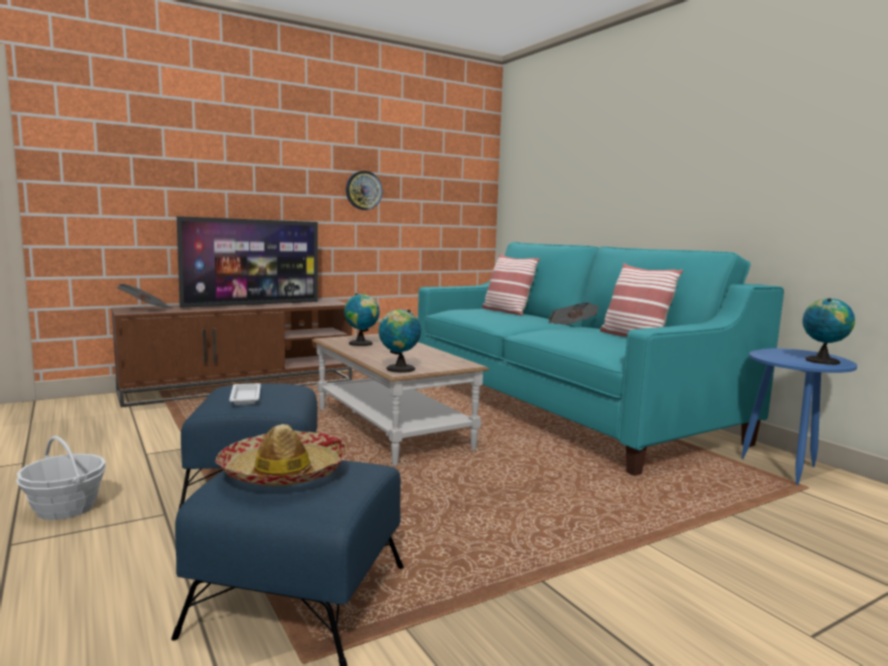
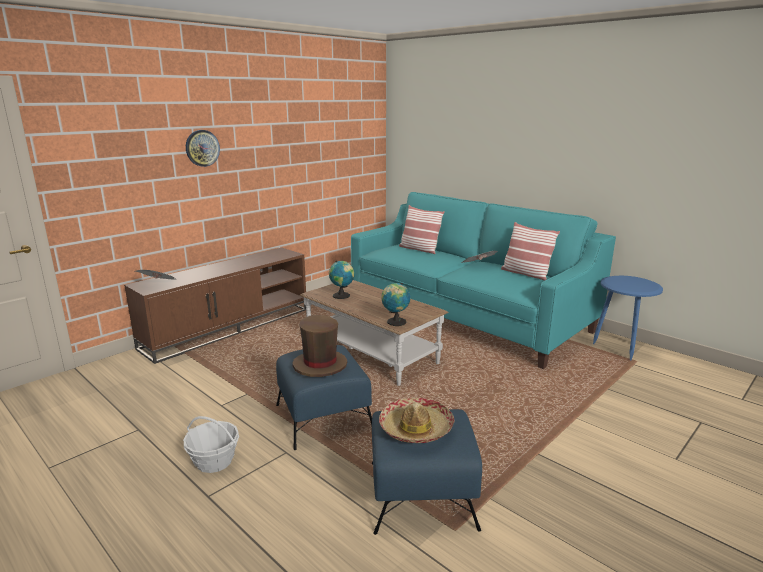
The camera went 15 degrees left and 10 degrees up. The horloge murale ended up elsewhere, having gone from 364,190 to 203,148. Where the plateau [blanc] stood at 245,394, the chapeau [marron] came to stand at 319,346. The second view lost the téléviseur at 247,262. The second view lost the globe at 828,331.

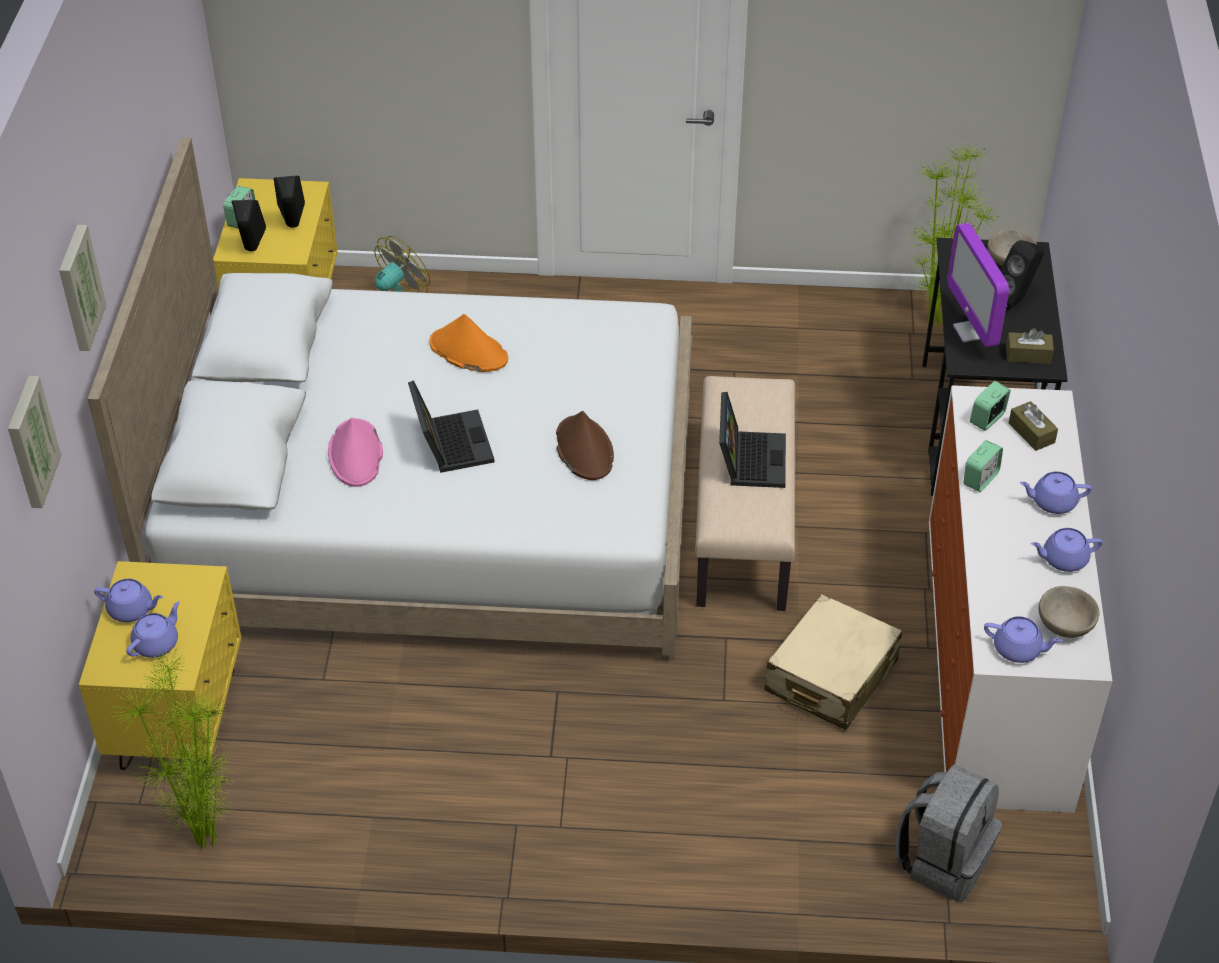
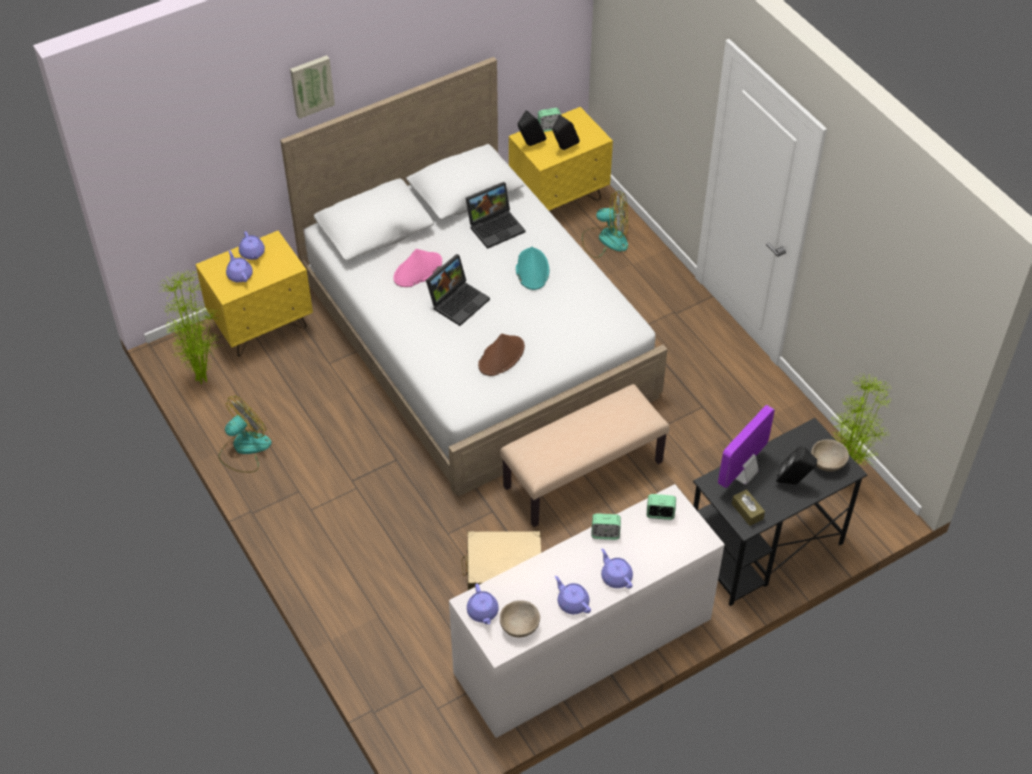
The camera went 55 degrees right and 5 degrees up. The second view gained the ventilateur at 245,434. The théière [violet] at 153,629 ended up facing another way, 120 degrees counterclockwise from before. The ordinateur portable ended up elsewhere, having gone from 752,440 to 495,215. What was the chapeau [orange] at 469,343 turned into the chapeau [turquoise] at 533,268. The second view lost the tableau at 35,442. The second view lost the sac à dos [gris] at 948,833. The second view lost the boîte à mouchoirs [marron] at 1033,426.

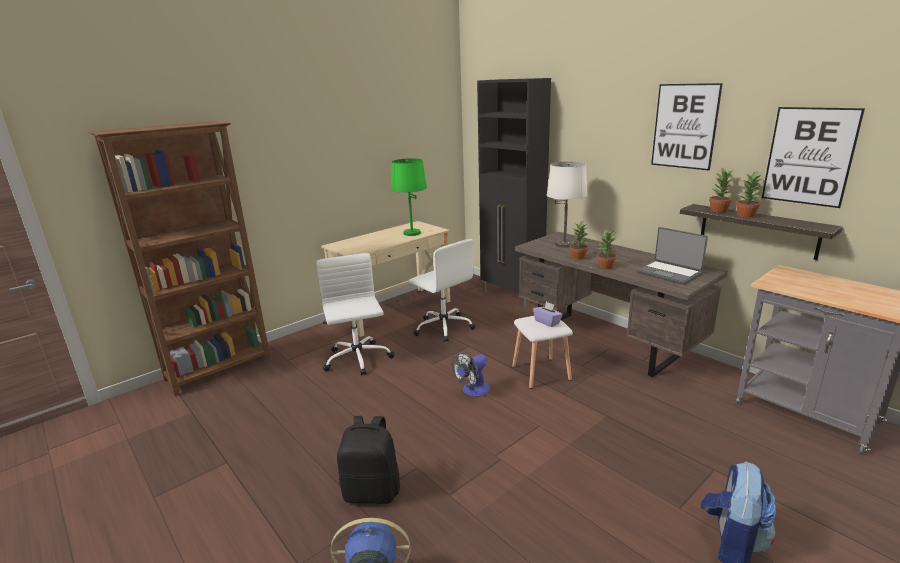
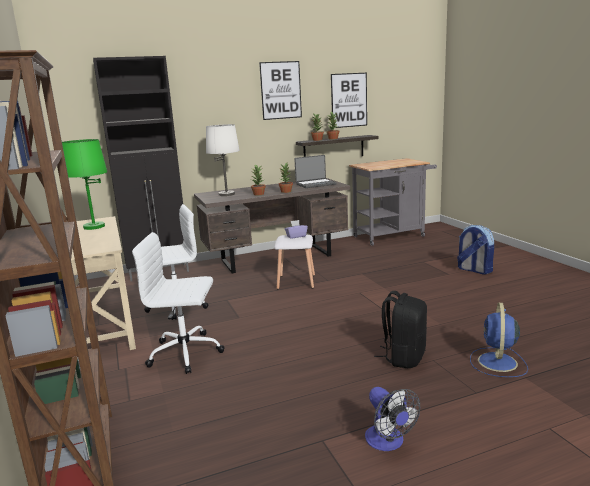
The camera went 70 degrees left and 5 degrees down. The ventilateur ended up elsewhere, having gone from 470,374 to 392,419.

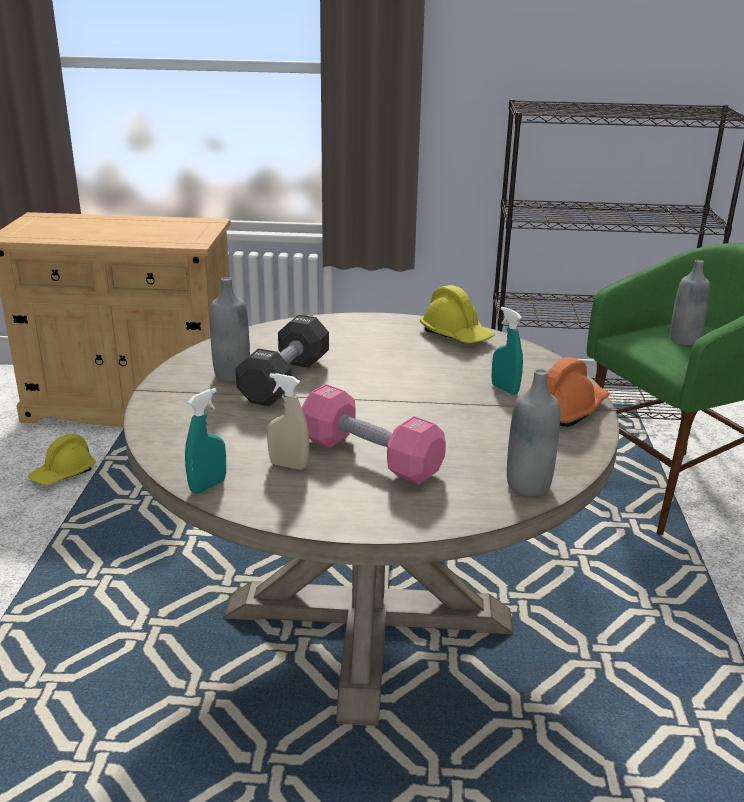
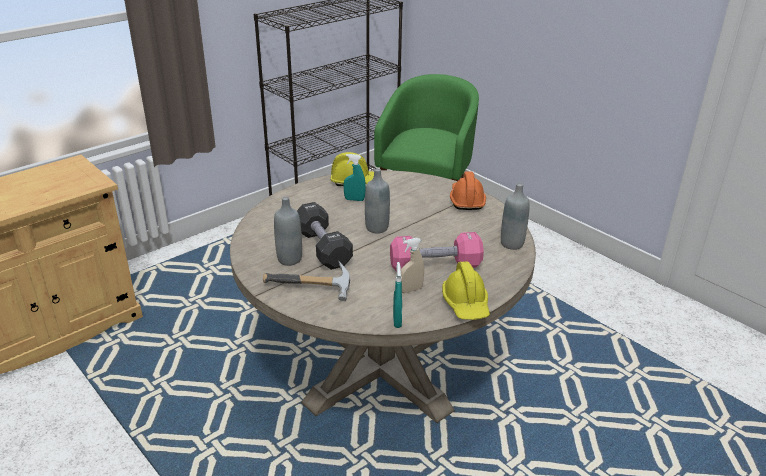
The camera went 45 degrees left and 5 degrees up. The second view gained the marteau at 306,281. The vaporisateur [turquoise] ended up elsewhere, having gone from 507,351 to 354,177. The bouteille [gris] ended up elsewhere, having gone from 690,302 to 377,201. The casque de chantier [jaune] ended up elsewhere, having gone from 62,459 to 466,290.

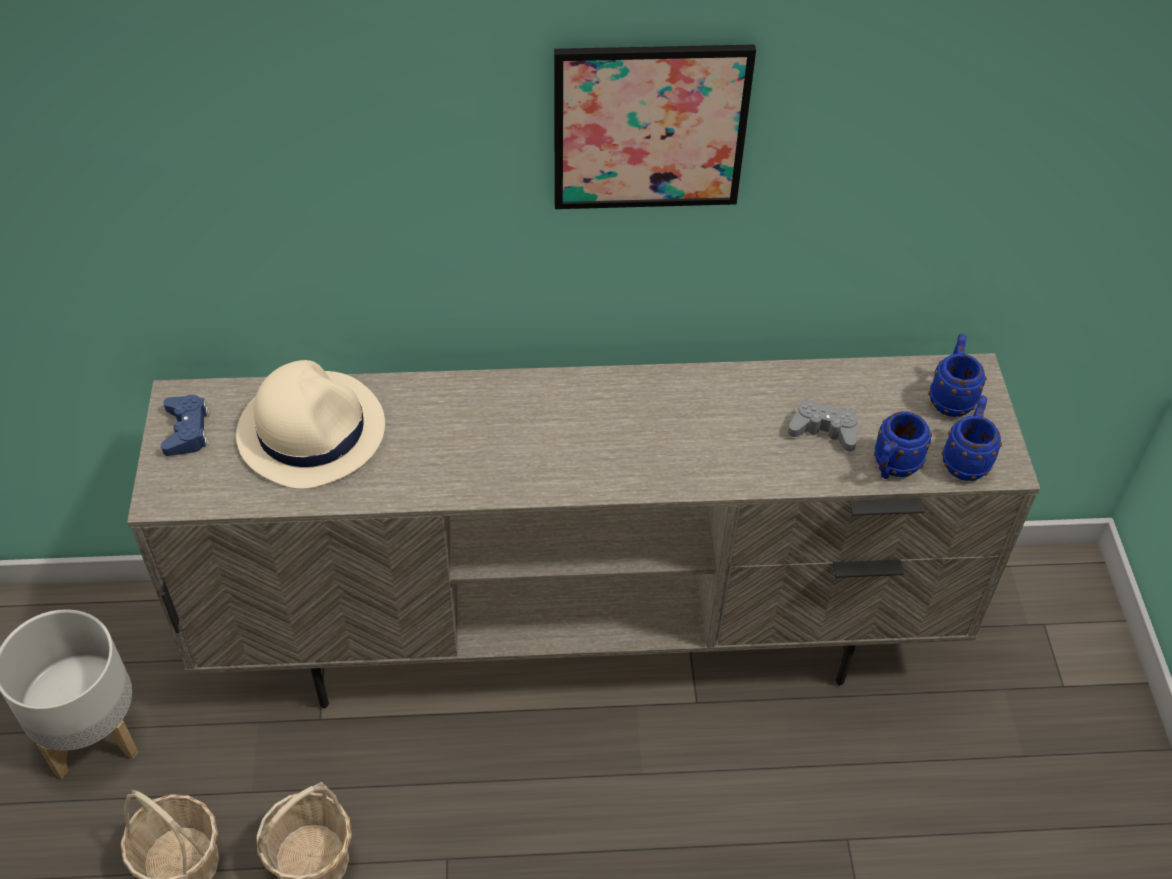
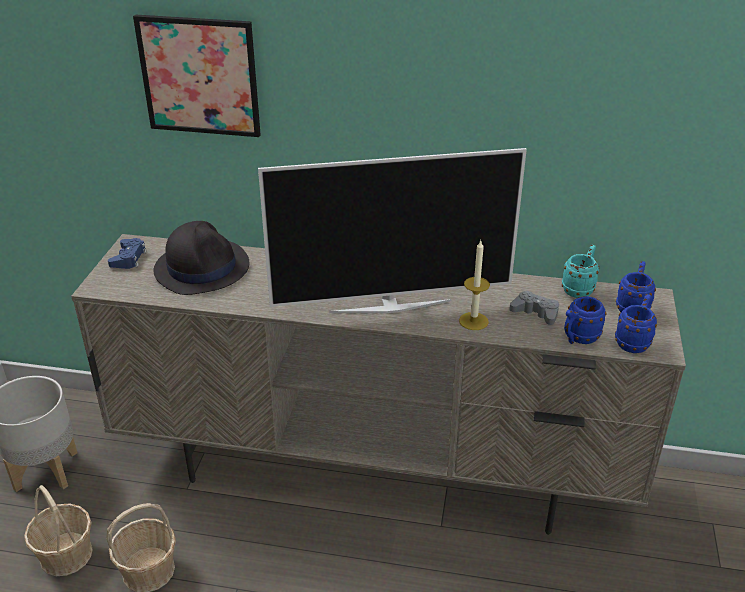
The camera went 15 degrees right and 15 degrees down. The tableau ended up elsewhere, having gone from 655,127 to 197,76. What was the chapeau [beige] at 310,424 turned into the chapeau [noir] at 201,258. The second view gained the téléviseur at 392,230. The second view gained the bougie at 474,285. The second view gained the mug [turquoise] at 580,271.

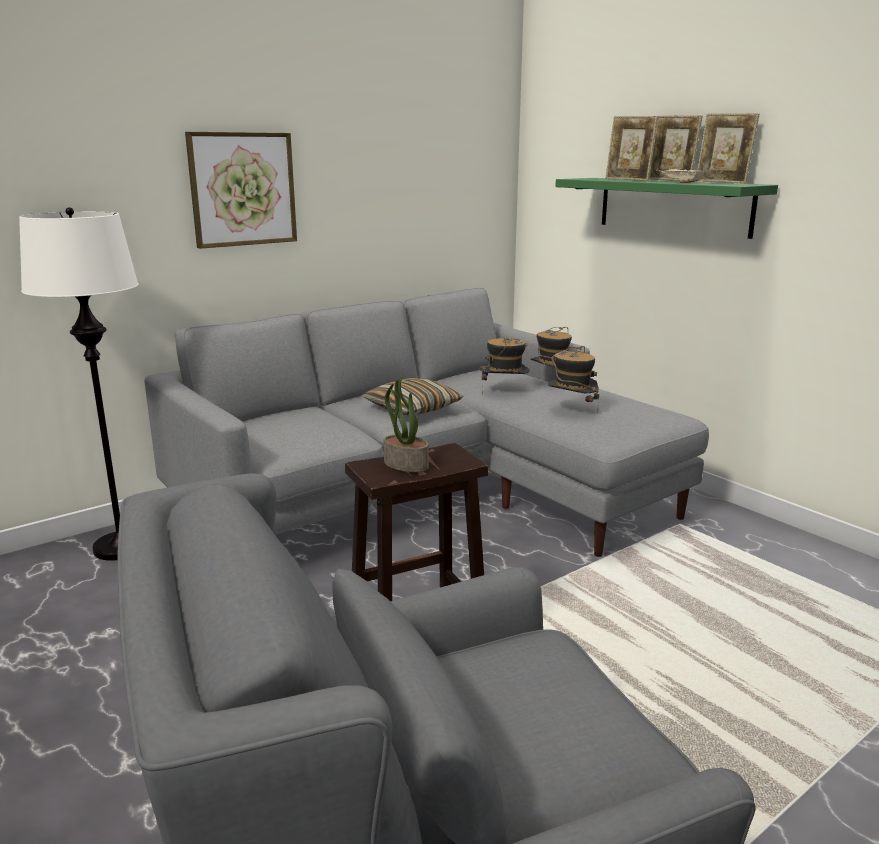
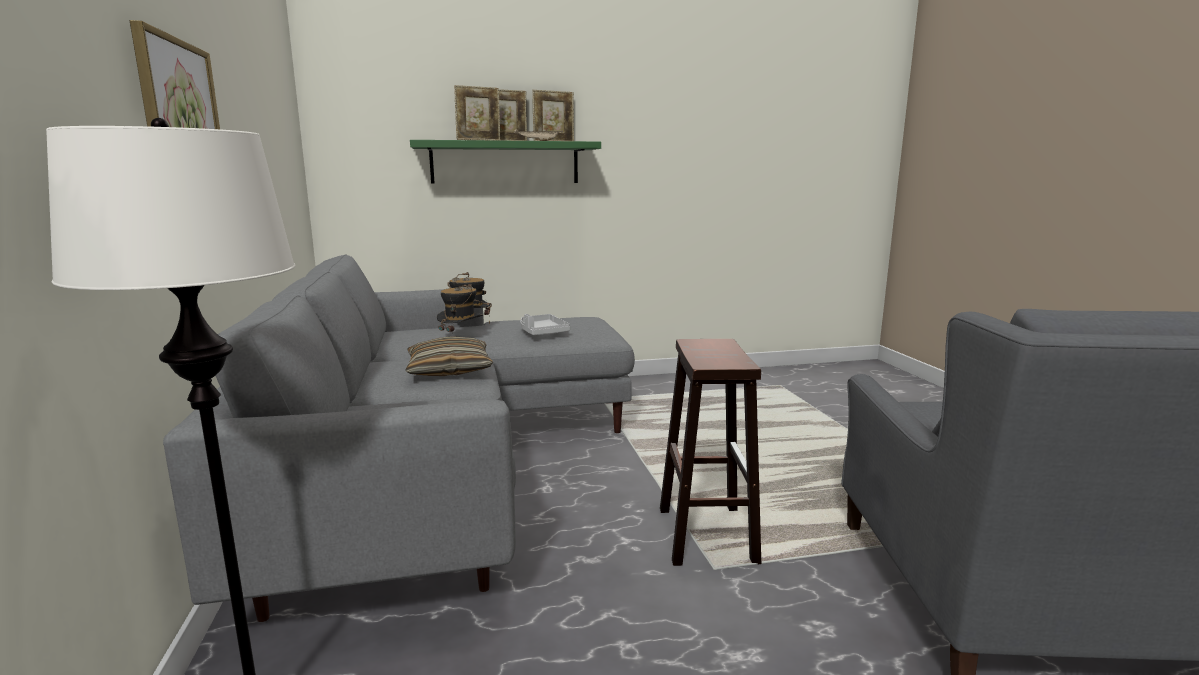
The camera went 65 degrees left and 5 degrees down. Where the chapeau stood at 573,379, the plateau [gris] came to stand at 545,324. The second view lost the plante en pot at 406,423.

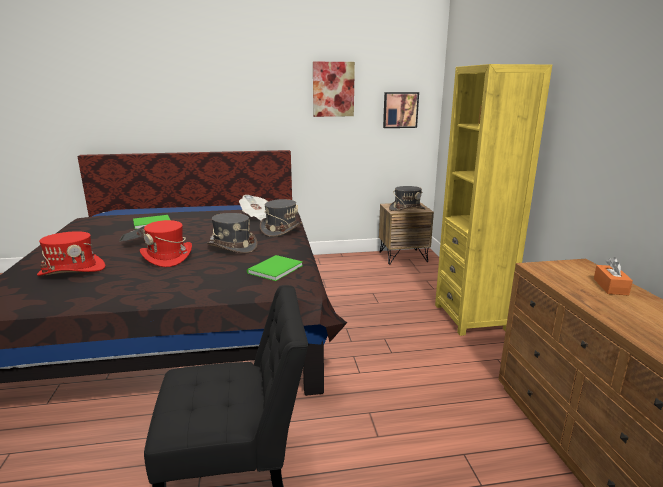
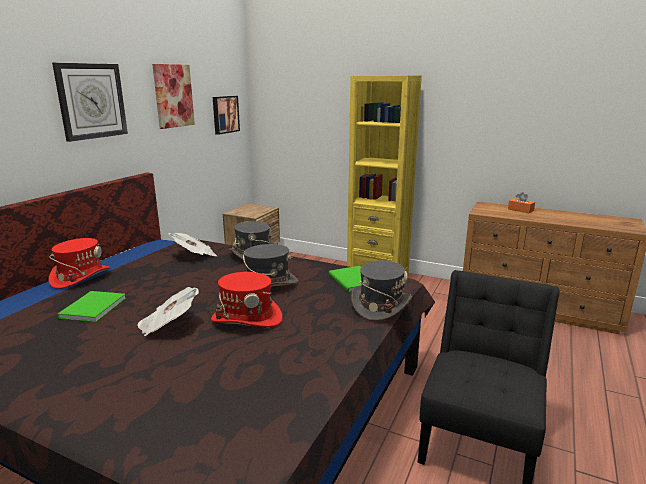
The camera went 55 degrees left and 0 degrees up. The chapeau [rouge] ended up elsewhere, having gone from 71,253 to 79,263. The second view gained the horloge murale at 90,102. The chapeau [gris] ended up elsewhere, having gone from 407,198 to 381,290.

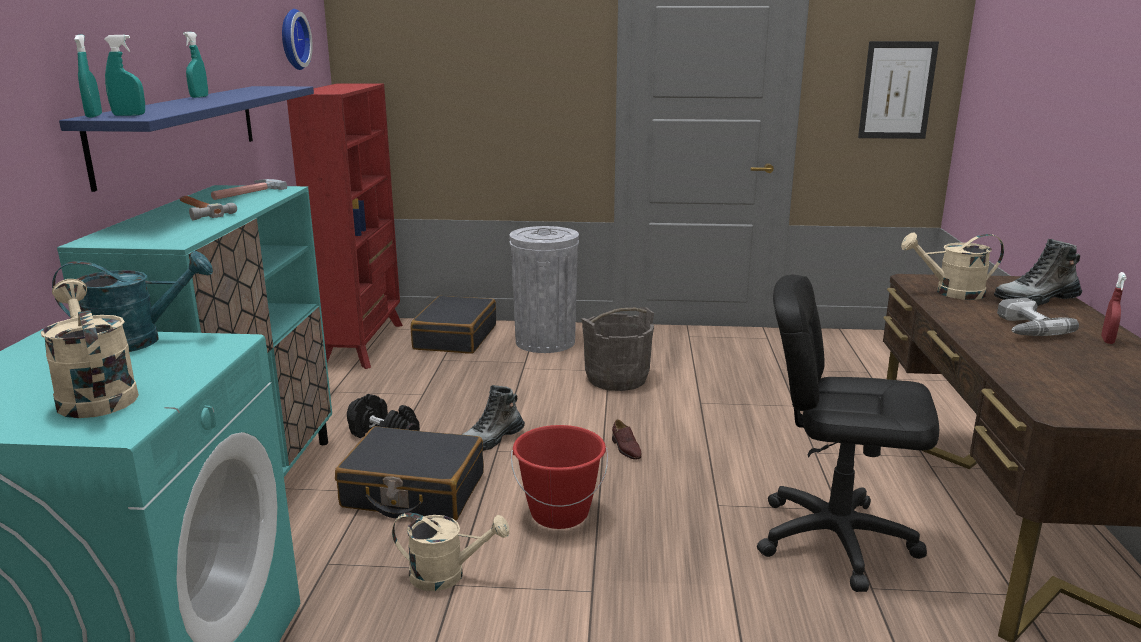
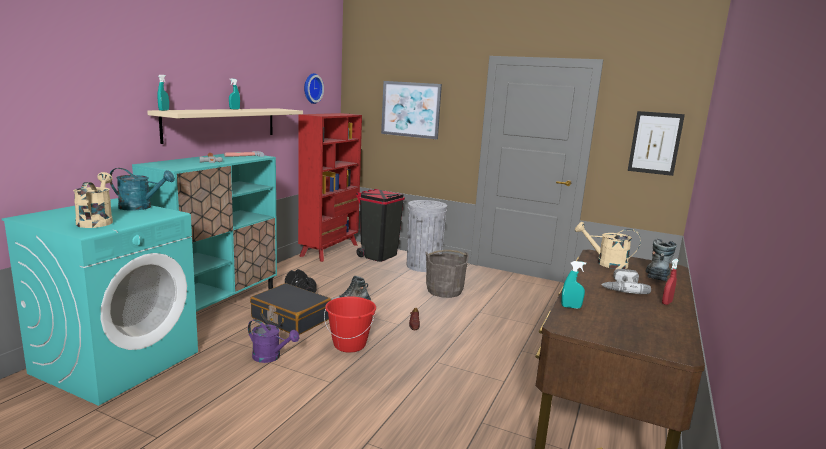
The camera went 20 degrees right and 5 degrees down. What was the étagère [bleu] at 186,139 turned into the étagère [beige] at 225,126. What was the arrosoir [beige] at 450,551 turned into the arrosoir [violet] at 273,341. Where the valise [noir] stood at 453,325, the poubelle [noir] came to stand at 380,225. The second view gained the tableau at 411,110. The vaporisateur [turquoise] ended up elsewhere, having gone from 124,75 to 573,285. The botte at 1038,272 ended up facing another way, 105 degrees clockwise from before. The second view lost the chaise de bureau [noir] at 848,433.

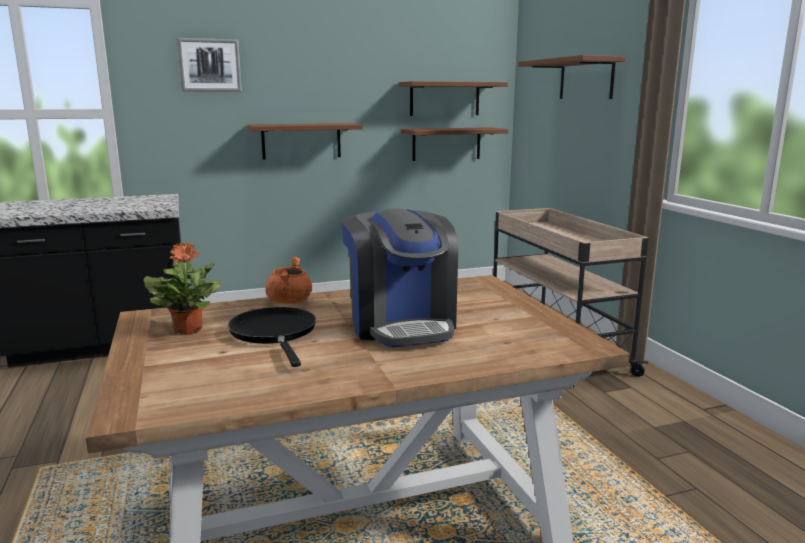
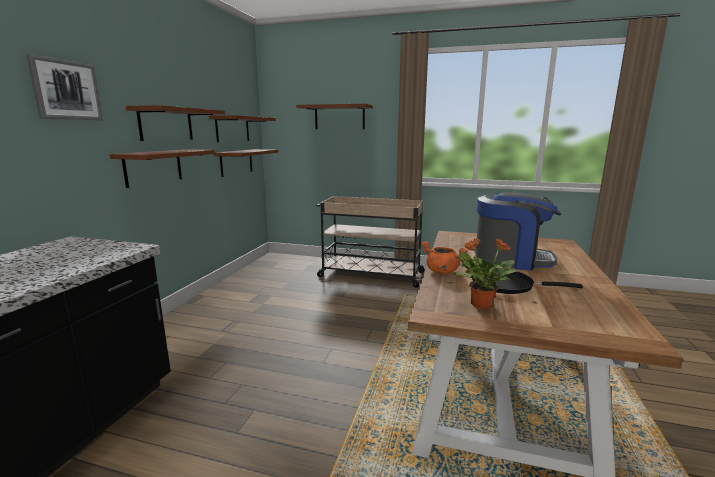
The camera went 55 degrees left and 0 degrees up. The second view gained the étagère [marron] at 175,123.

